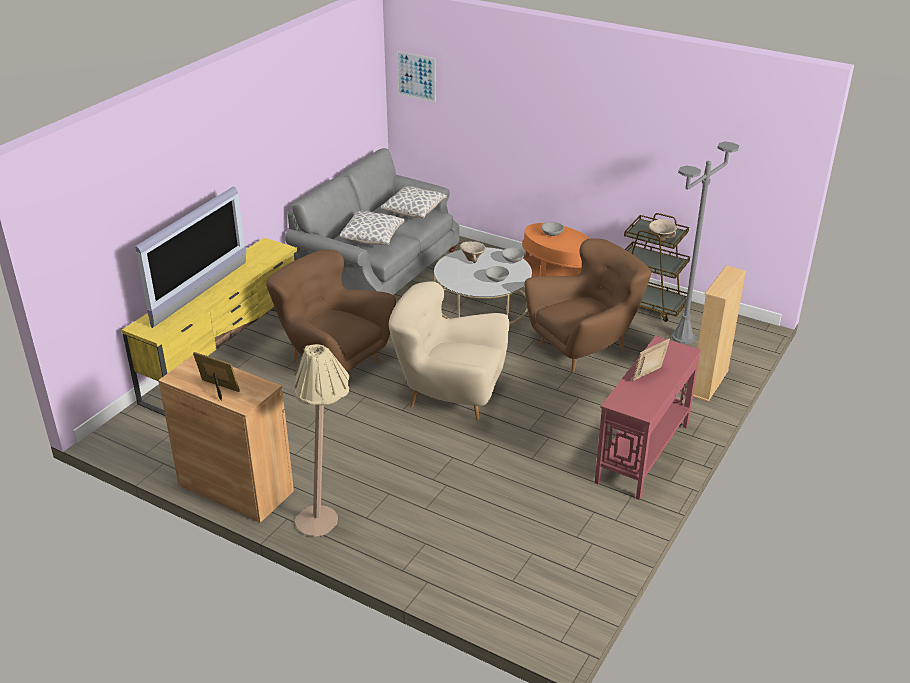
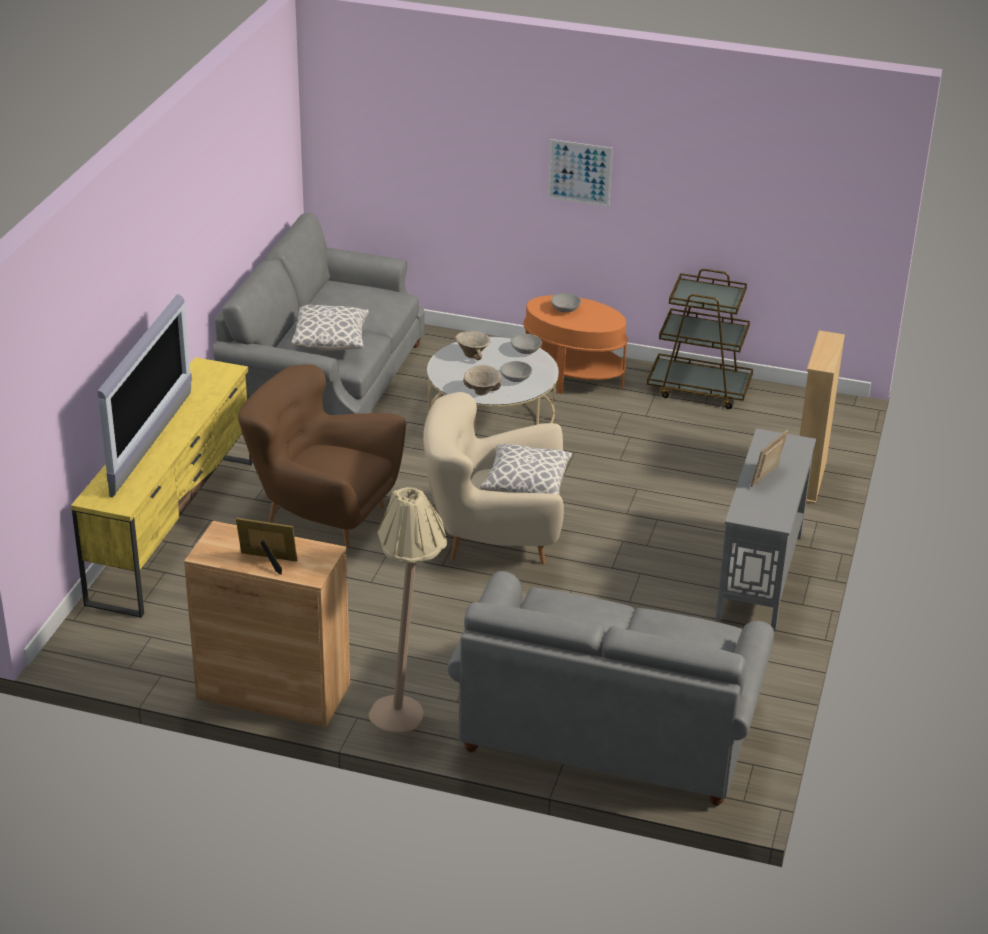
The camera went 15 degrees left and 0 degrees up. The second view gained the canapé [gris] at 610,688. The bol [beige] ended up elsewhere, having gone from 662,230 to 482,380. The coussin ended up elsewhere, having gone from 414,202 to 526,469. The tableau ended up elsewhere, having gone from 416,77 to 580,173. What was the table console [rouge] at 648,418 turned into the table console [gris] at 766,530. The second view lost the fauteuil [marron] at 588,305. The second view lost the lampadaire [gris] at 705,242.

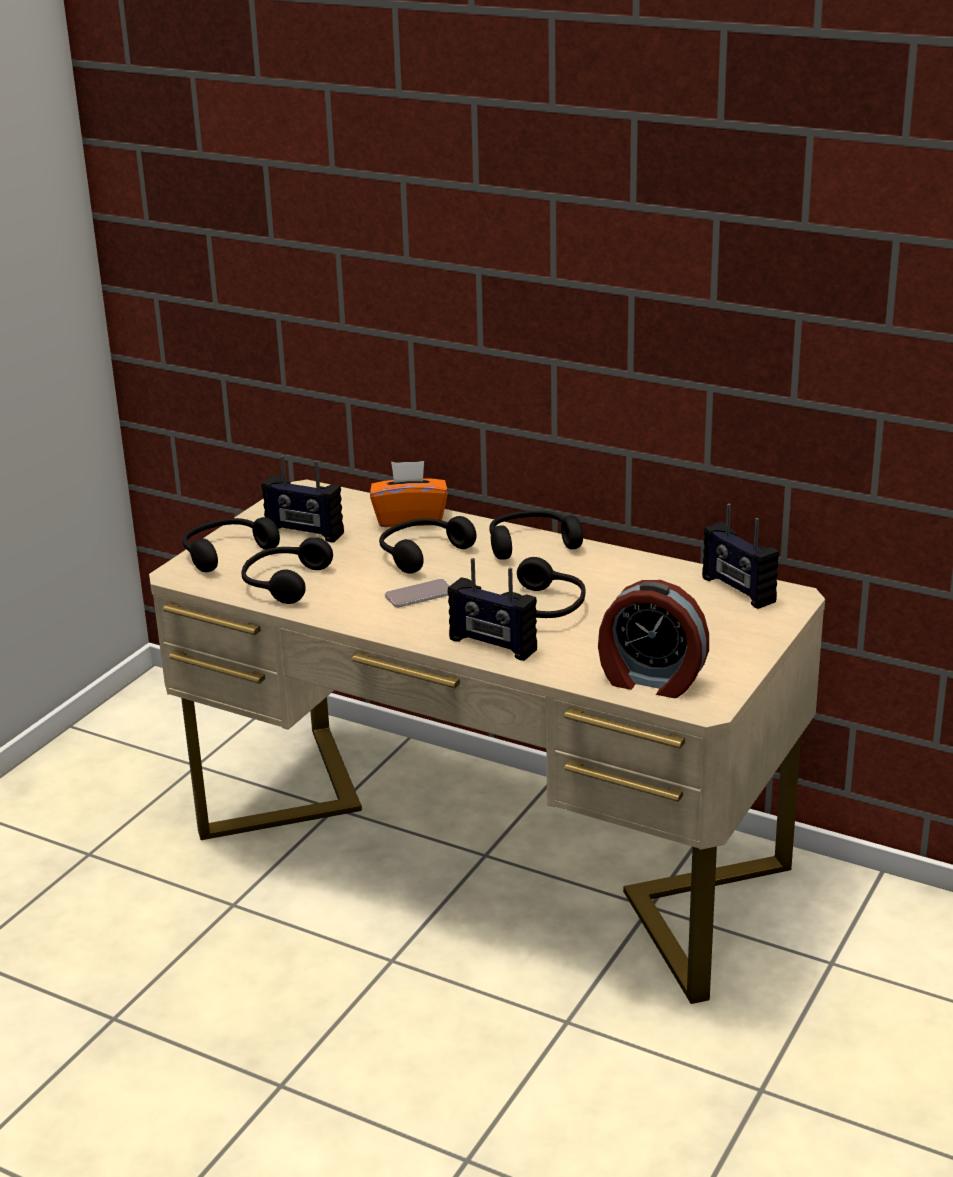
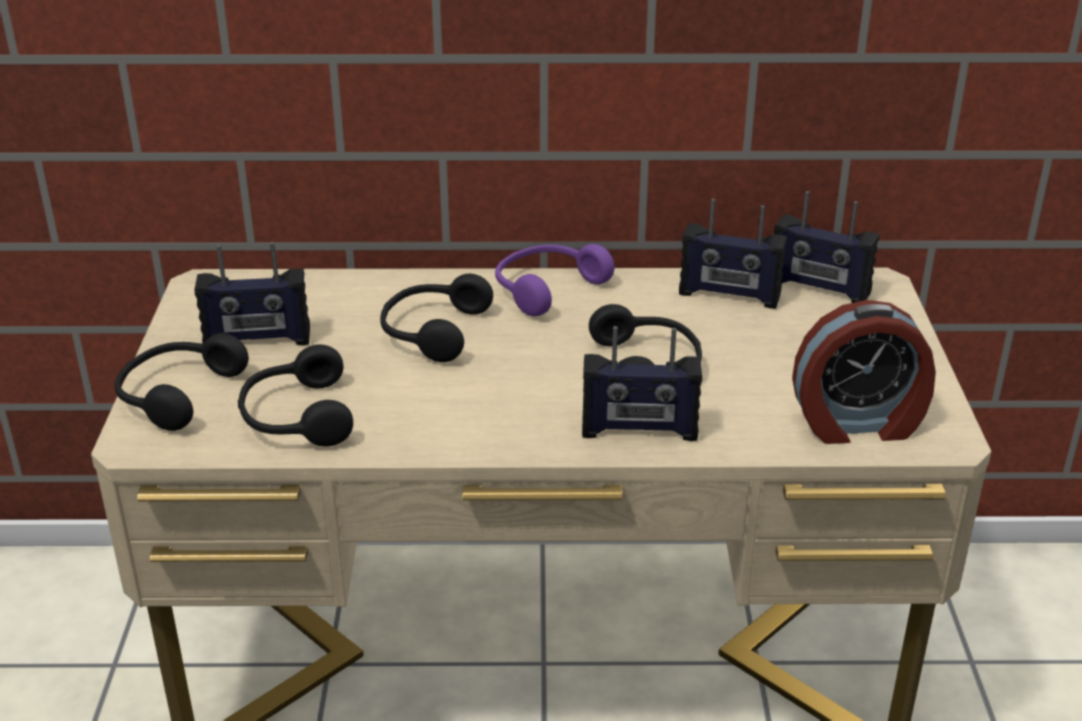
The camera went 30 degrees left and 5 degrees up. What was the casque audio [noir] at 536,535 turned into the casque audio [violet] at 555,280. The second view gained the radio at 733,254. The second view lost the boîte à mouchoirs [orange] at 409,494. The second view lost the téléphone at 417,593.

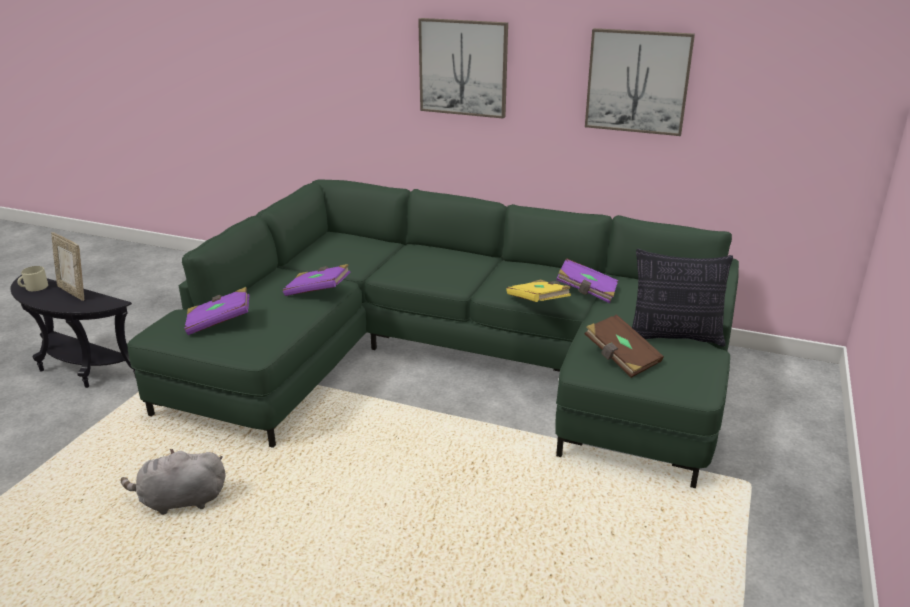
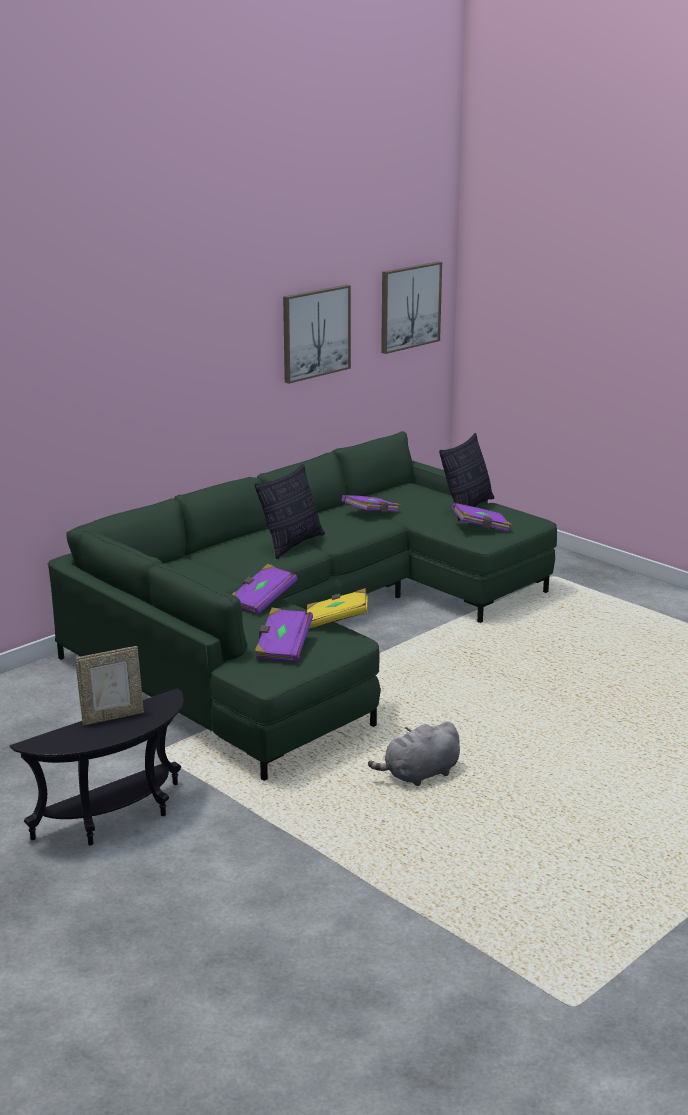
The camera went 65 degrees left and 5 degrees down. The second view gained the coussin at 289,511. The livre [jaune] ended up elsewhere, having gone from 539,291 to 337,608. The peluche [gris] at 173,482 ended up facing another way, 45 degrees clockwise from before. The tableau ended up elsewhere, having gone from 463,68 to 411,308. What was the livre [marron] at 624,346 turned into the livre [violet] at 482,517. The second view lost the mug [beige] at 32,278.

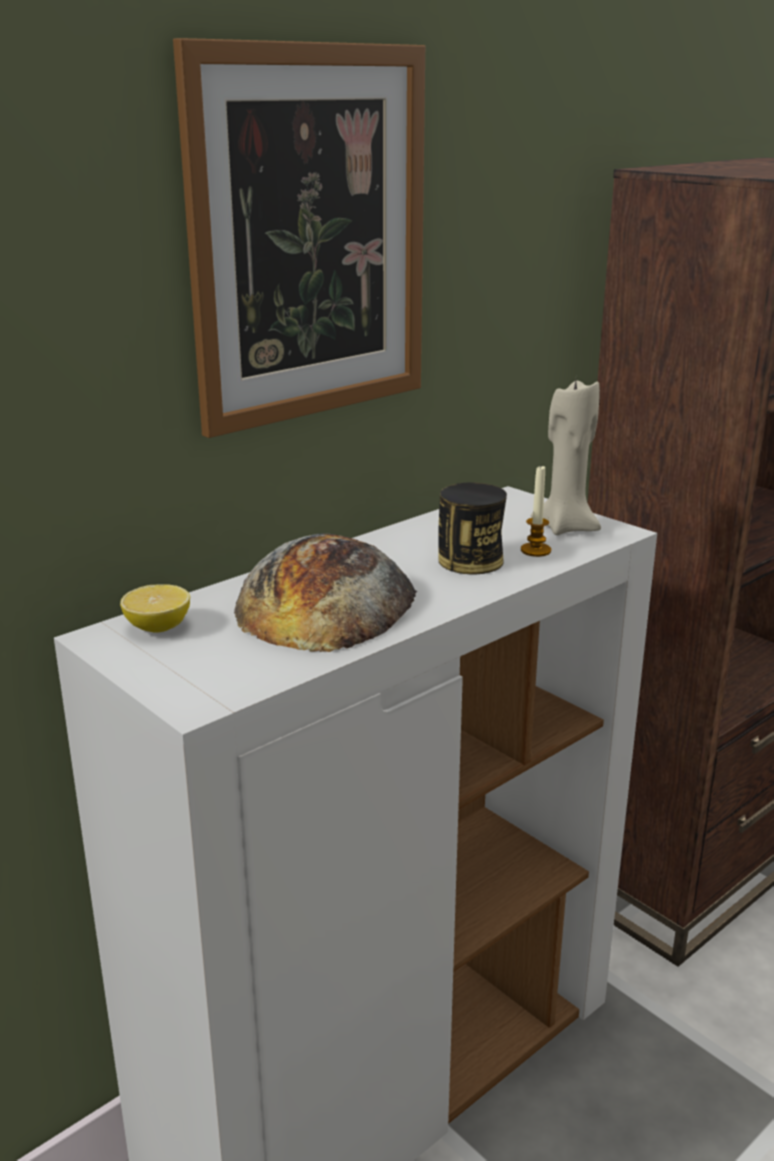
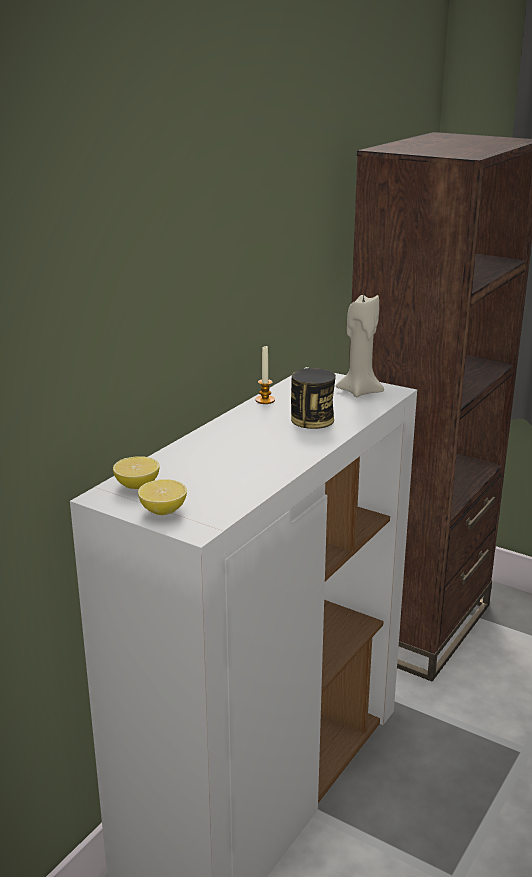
The camera went 15 degrees left and 0 degrees up. The second view gained the citron at 162,497. The bougie ended up elsewhere, having gone from 536,511 to 265,375. The second view lost the tableau at 299,238. The second view lost the pain at 325,592.

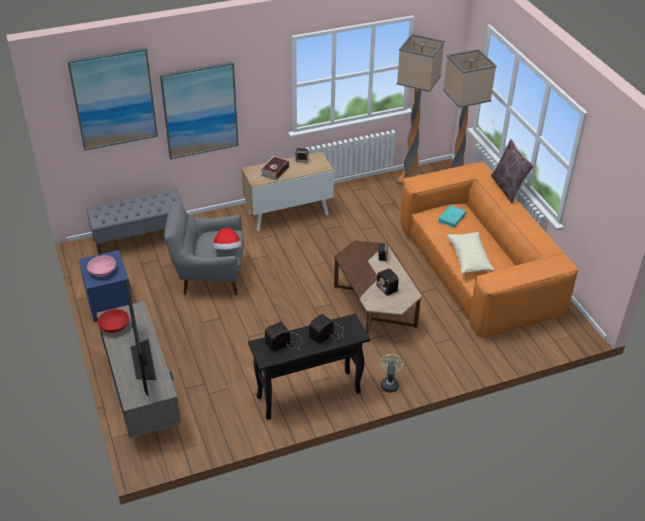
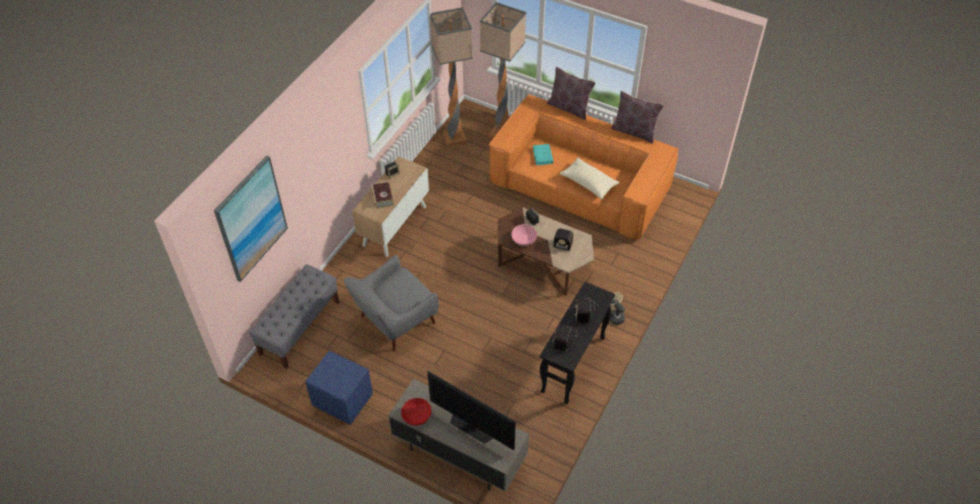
The camera went 40 degrees left and 10 degrees up. The bol [rose] ended up elsewhere, having gone from 101,266 to 524,235. The second view gained the coussin [marron] at 637,117. The second view lost the tableau at 199,110. The second view lost the chapeau at 227,239.

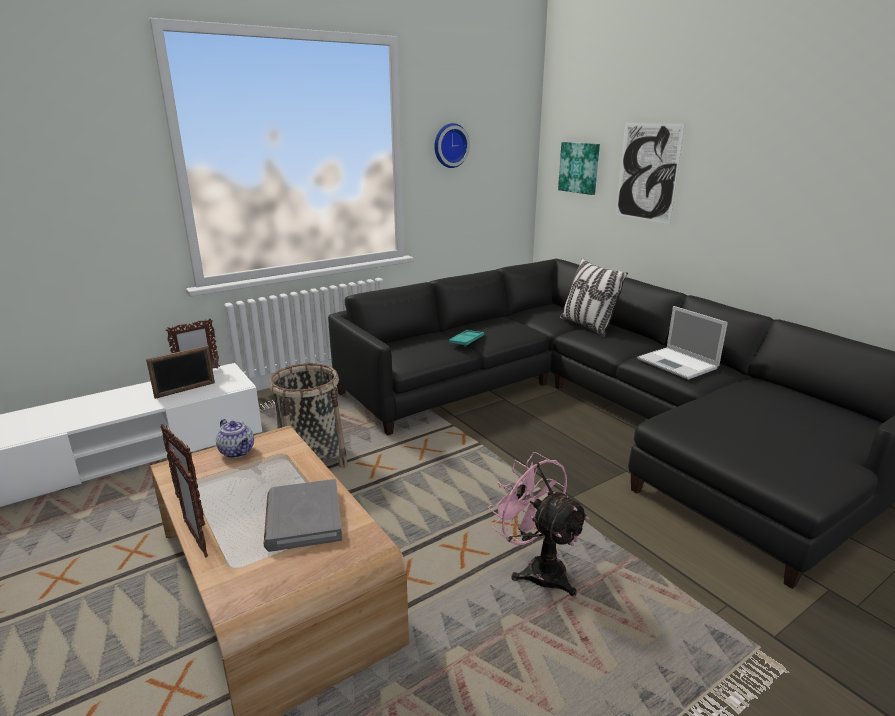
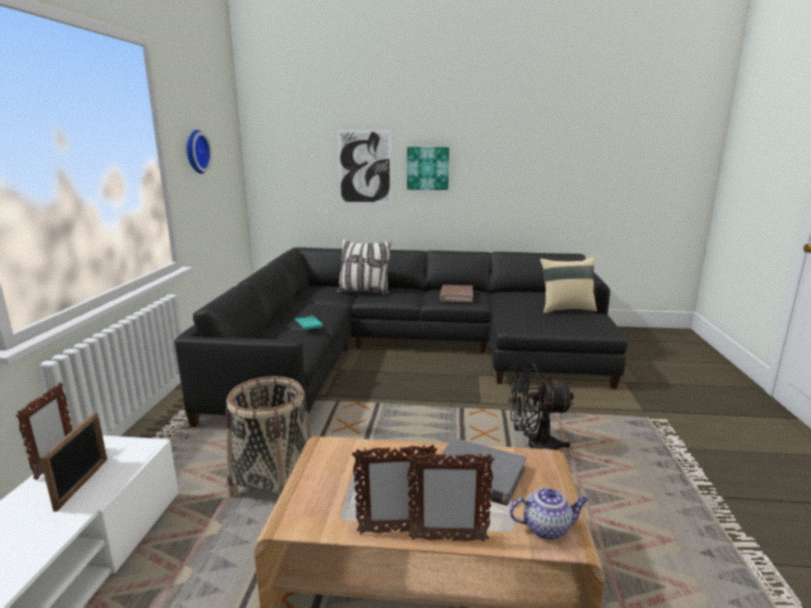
The camera went 50 degrees left and 5 degrees down. The tableau ended up elsewhere, having gone from 579,168 to 428,168. Where the ordinateur portable stood at 682,343, the livre [marron] came to stand at 456,293. What was the ventilateur [rose] at 538,524 turned into the ventilateur [noir] at 541,405. The théière ended up elsewhere, having gone from 235,438 to 549,513. The second view gained the coussin [beige] at 568,285.

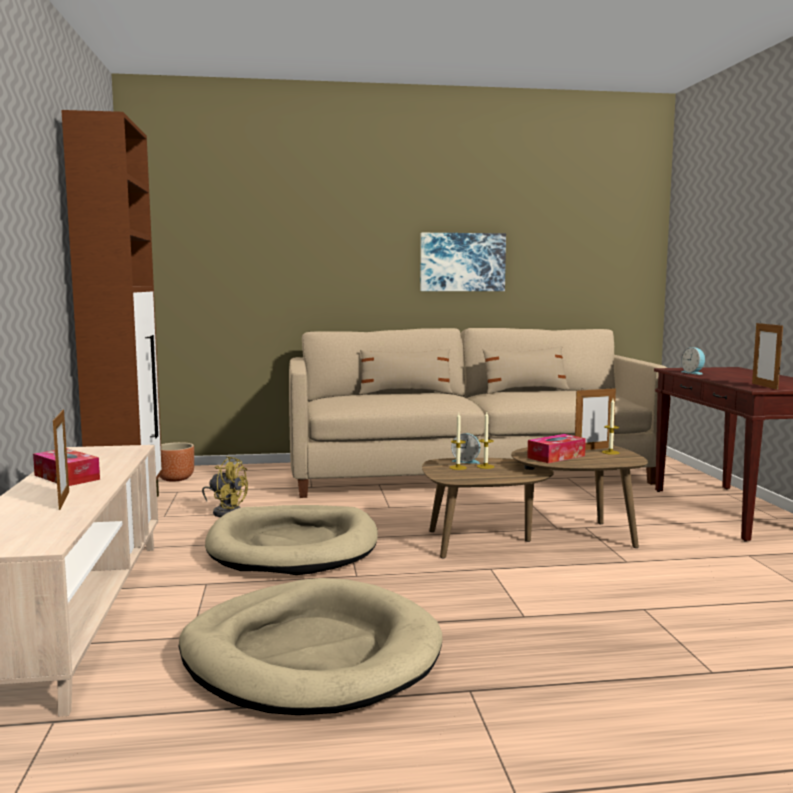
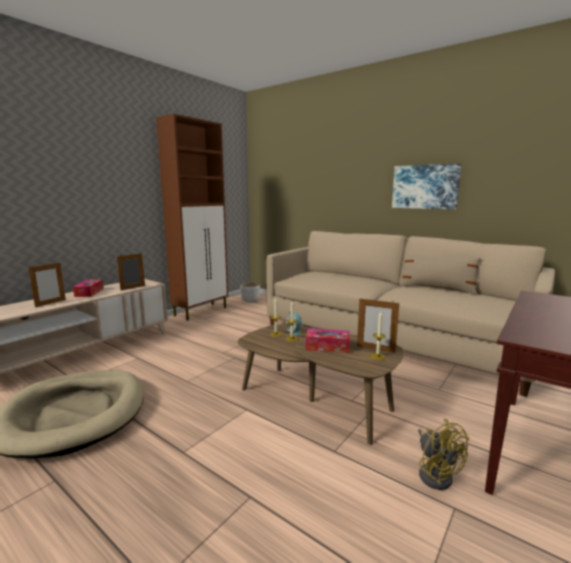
The camera went 45 degrees right and 5 degrees up. The cadre photo ended up elsewhere, having gone from 767,355 to 131,272. What was the cache-pot [marron] at 176,462 turned into the cache-pot [blanc] at 250,292. The ventilateur [jaune] ended up elsewhere, having gone from 225,486 to 444,454. The second view lost the panier pour chien [beige] at 291,540. The second view lost the coussin [beige] at 406,371. The second view lost the réveil at 693,361.

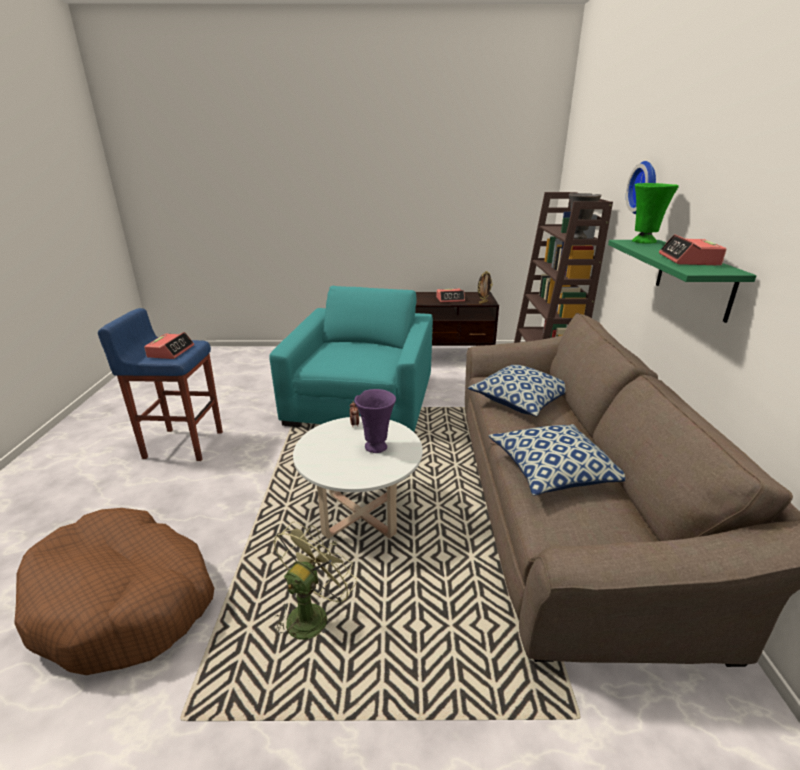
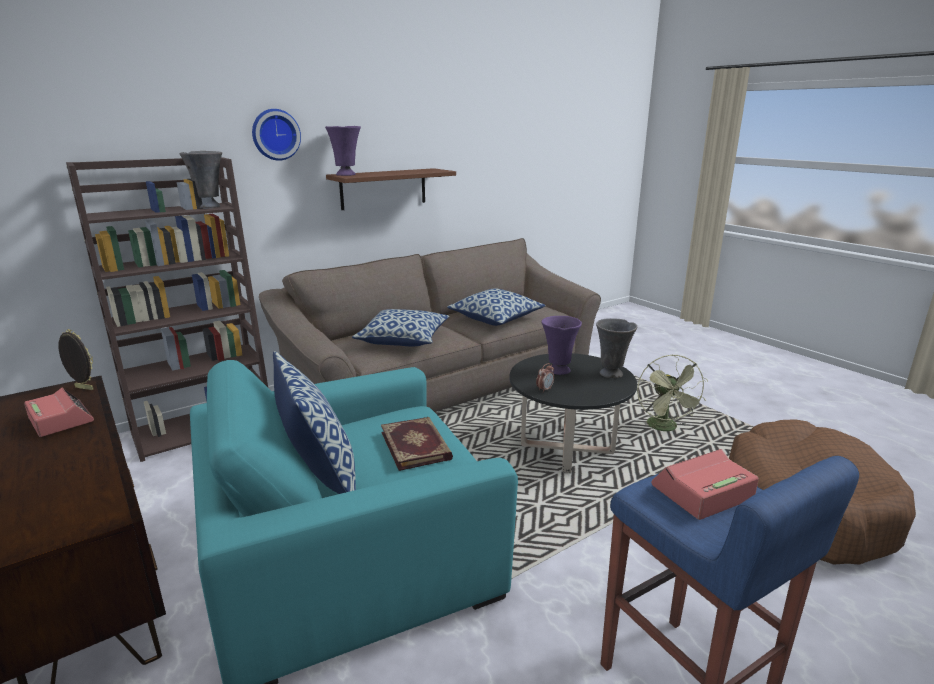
The camera went 125 degrees left and 5 degrees down. The second view gained the coussin at 314,422. What was the vase [vert] at 655,213 turned into the vase [violet] at 343,151. What was the étagère [vert] at 682,281 turned into the étagère [marron] at 391,189. The second view gained the livre at 417,444. What was the table basse [blanc] at 358,477 turned into the table basse [noir] at 573,413. The second view gained the vase [gris] at 616,348. The ventilateur [vert] at 315,581 ended up facing another way, 90 degrees counterclockwise from before. The second view lost the réveil at 692,250.

